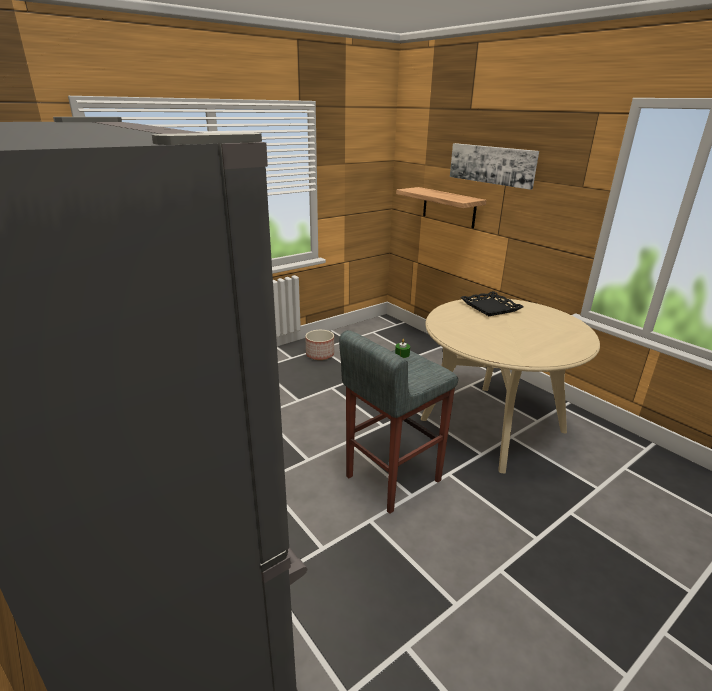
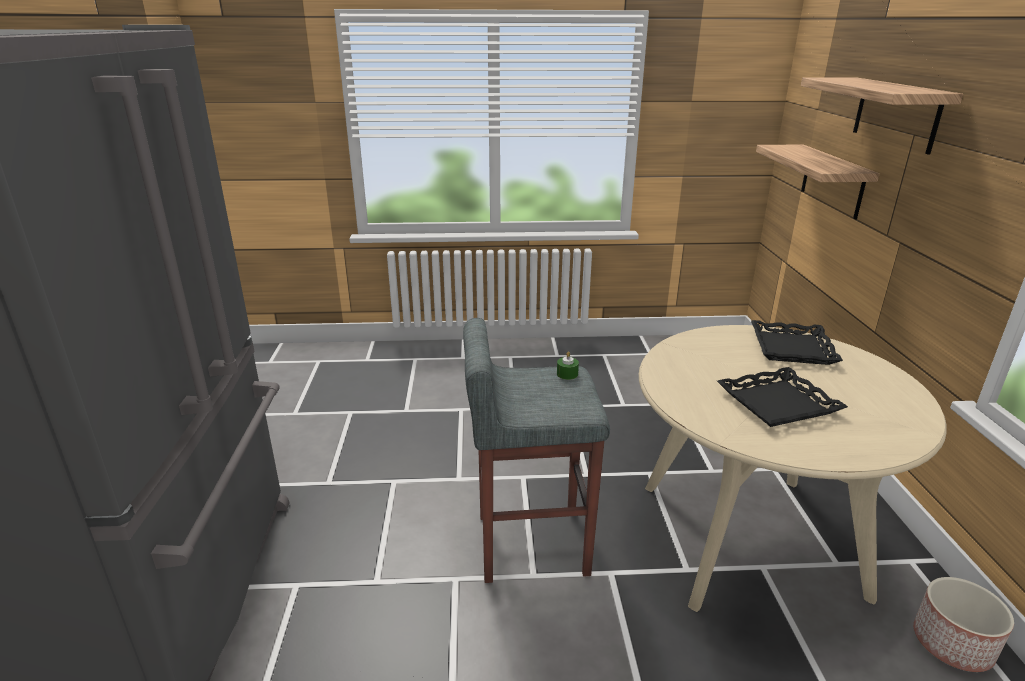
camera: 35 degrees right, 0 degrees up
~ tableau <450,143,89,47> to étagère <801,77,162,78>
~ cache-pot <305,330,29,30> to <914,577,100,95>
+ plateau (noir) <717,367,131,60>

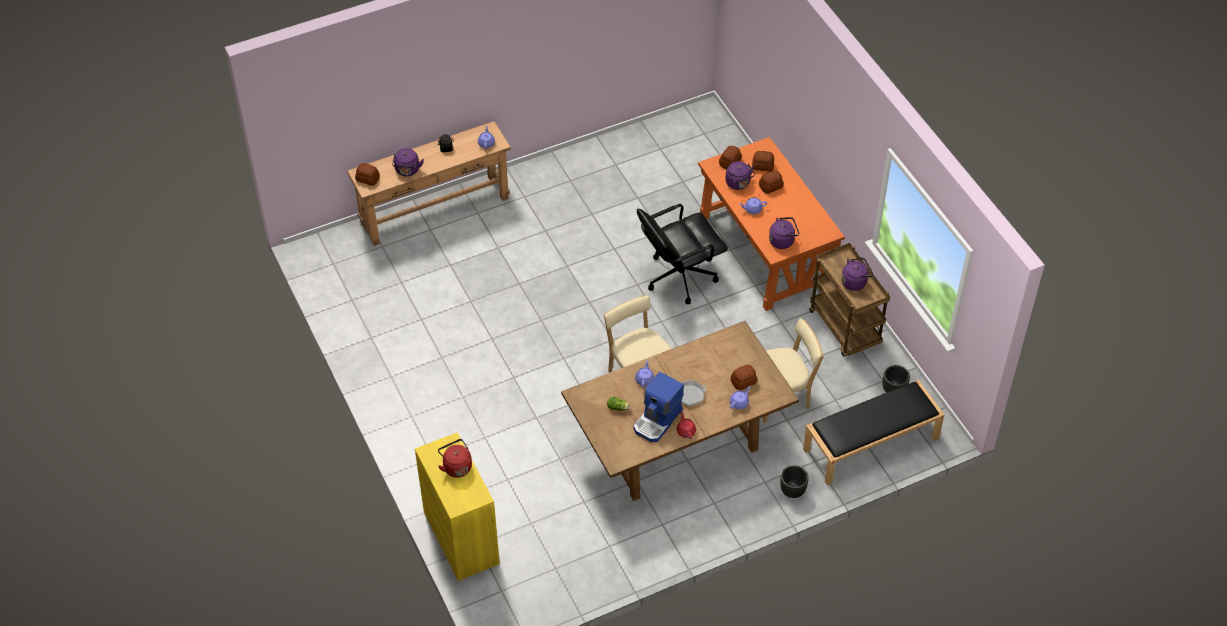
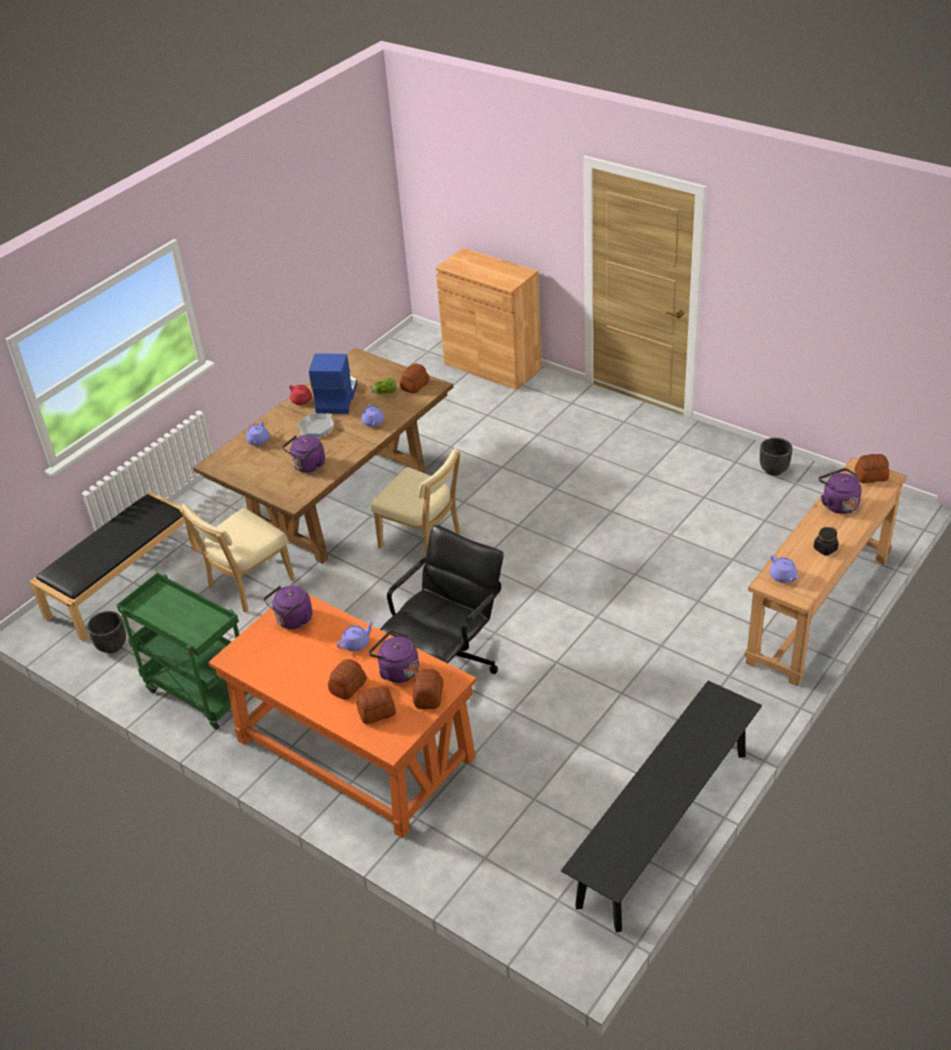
camera: 155 degrees right, 10 degrees down
~ chariot (marron) <809,243,81,114> to chariot (vert) <117,573,130,157>
~ bouilloire (violet) <841,258,32,33> to <283,435,42,38>
~ pain <730,365,27,25> to <400,364,29,29>
~ meuble de rangement (jaune) <415,432,85,149> to meuble de rangement (marron) <436,248,106,142>
- bouilloire (rouge) <438,439,34,39>
~ cache-pot (noir) <780,466,29,32> to <760,438,32,38>
+ banc (noir) <561,681,201,252>

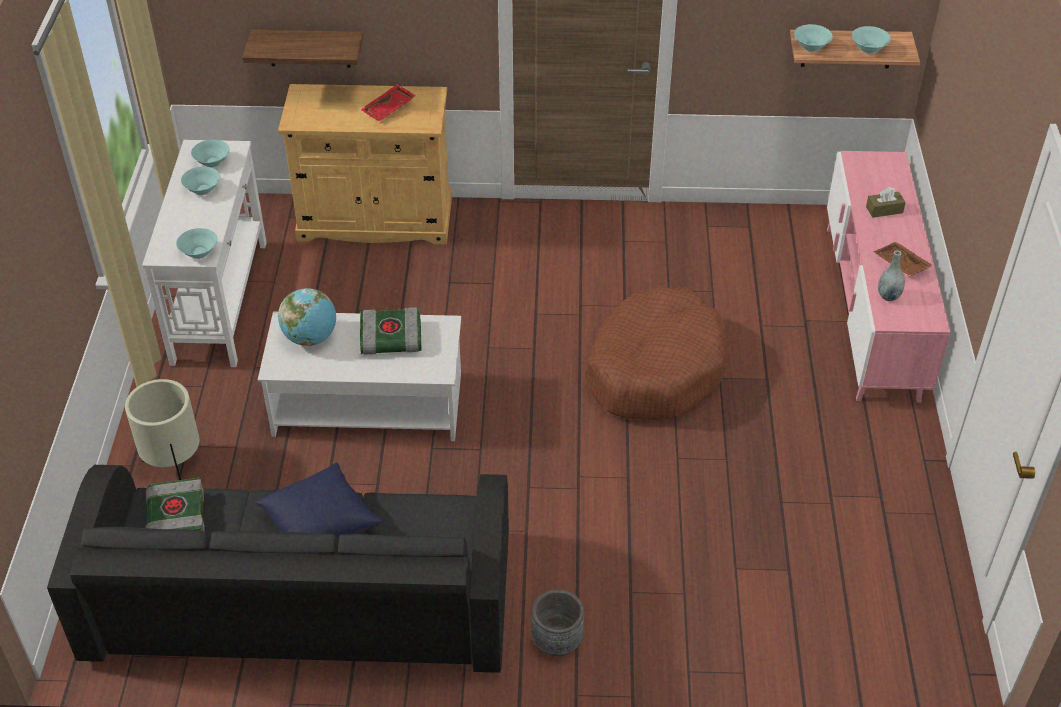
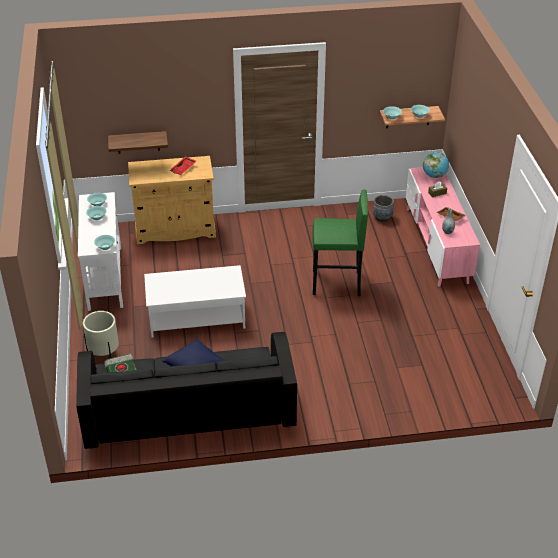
camera: 10 degrees left, 5 degrees down
~ panier pour chien (marron) <585,286,143,134> to tabouret (vert) <312,190,56,106>
~ globe <278,288,58,58> to <423,152,26,26>
- livre <360,307,62,48>
~ cache-pot (gris) <532,589,52,67> to <373,195,21,27>

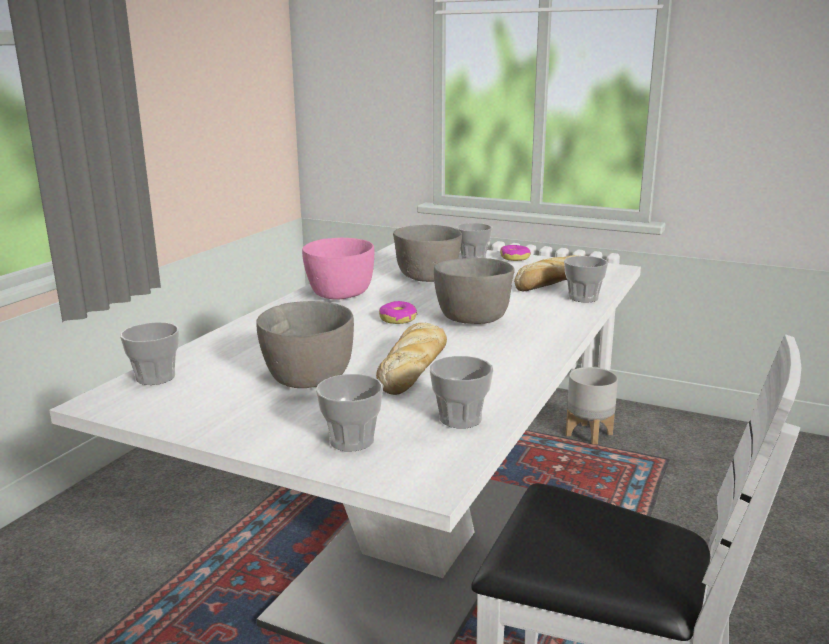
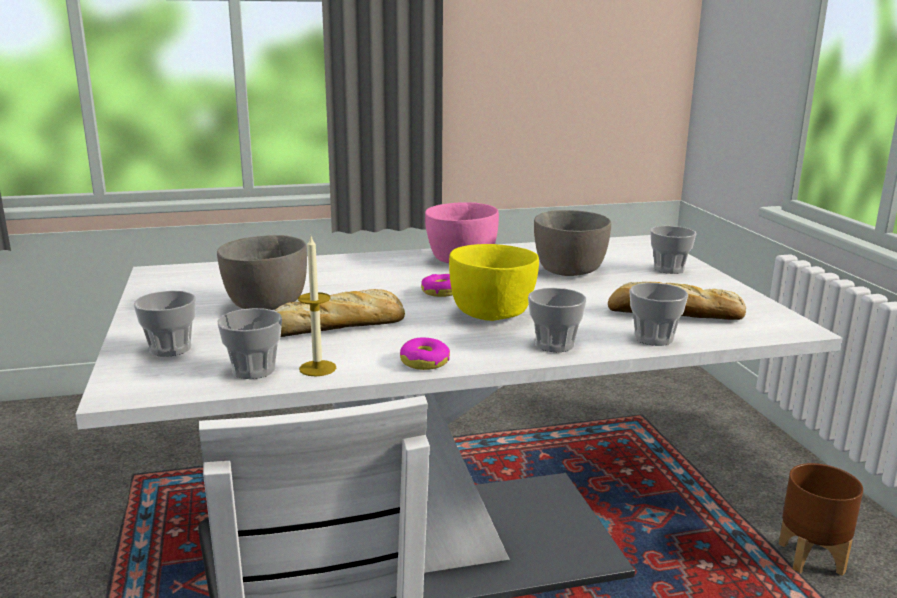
camera: 50 degrees right, 0 degrees up
~ beignet <500,245,31,16> to <400,338,50,32>
~ bol (gris) <434,258,81,66> to bol (jaune) <449,244,90,77>
~ tasse <120,322,59,63> to <528,288,58,64>
~ cache-pot (gris) <566,367,52,78> to cache-pot (marron) <778,463,85,113>
+ bougie <298,236,38,140>

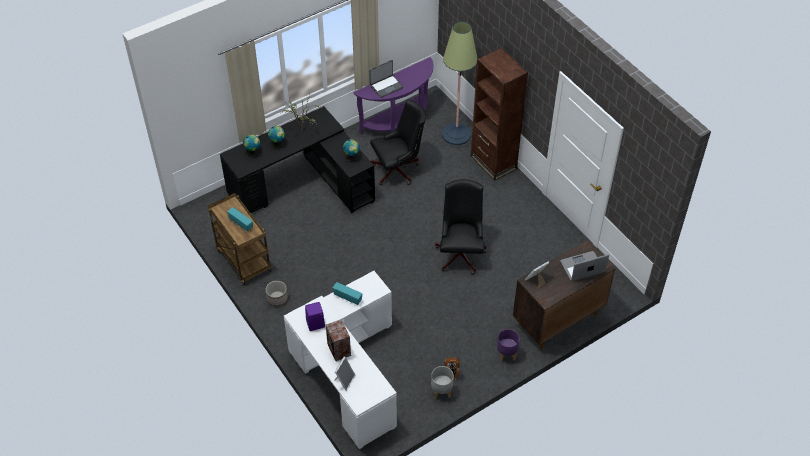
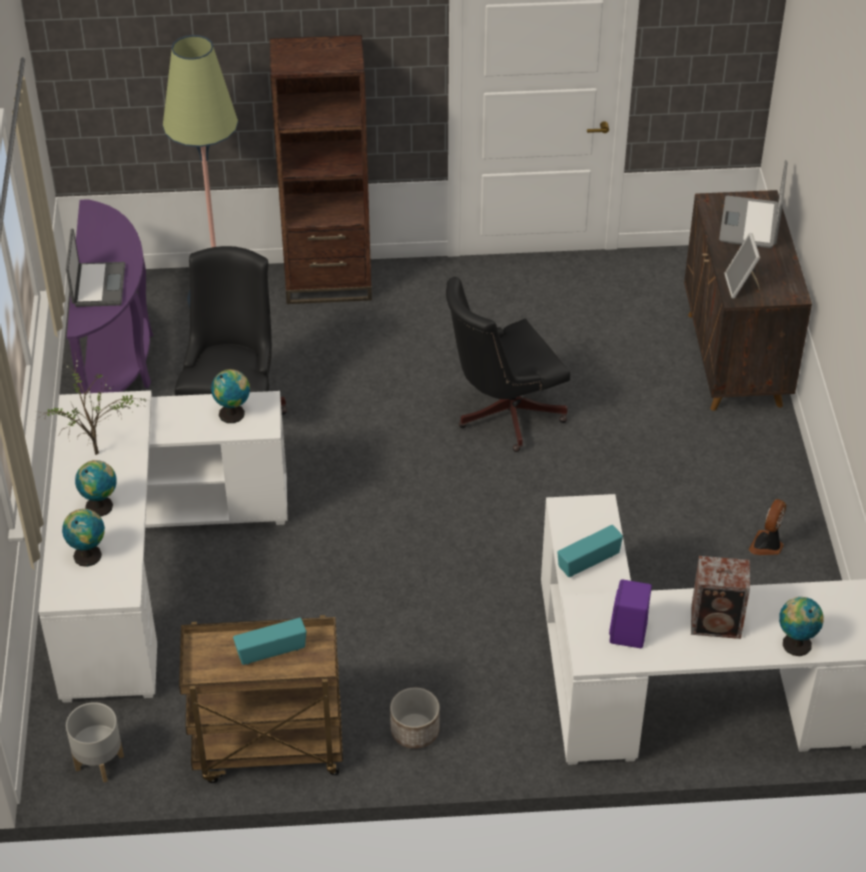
camera: 60 degrees left, 5 degrees down
~ bureau (noir) <220,106,155,107> to bureau (blanc) <38,390,250,313>
~ chaise de bureau (noir) <435,179,52,96> = <446,277,124,175> 60 degrees counterclockwise
- cache-pot (violet) <497,329,23,33>
~ cadre photo <335,356,21,35> to globe <779,597,44,59>
~ cache-pot (gris) <431,366,23,33> to <66,702,58,80>

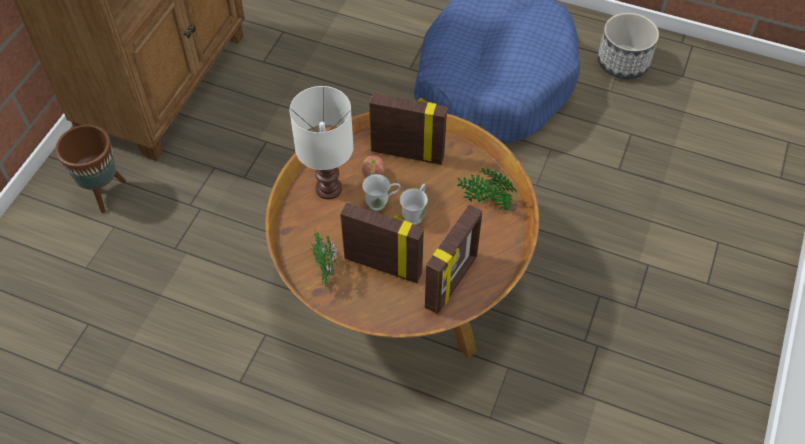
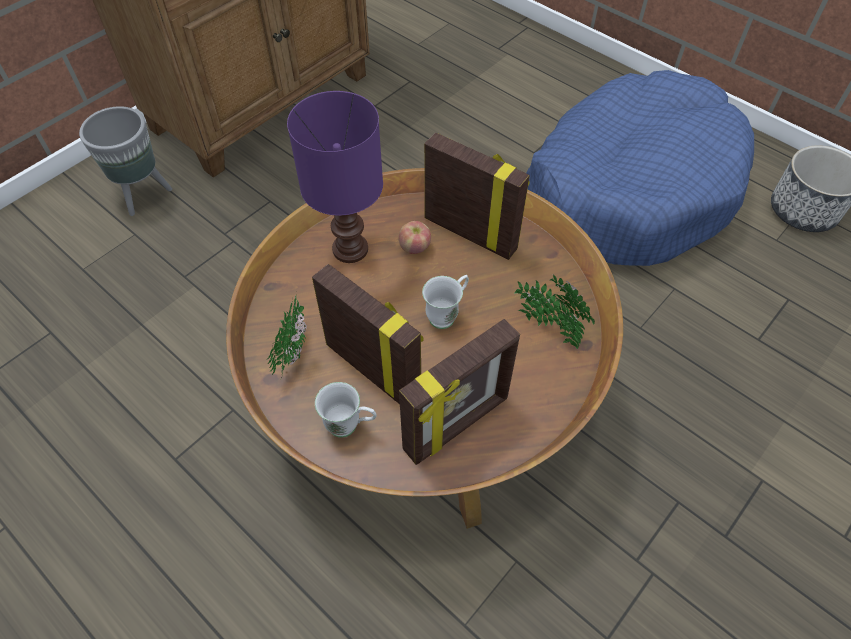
camera: 20 degrees right, 0 degrees up
~ lampe de table (blanc) <289,86,65,113> to lampe de table (violet) <287,91,96,172>
~ cache-pot (marron) <55,125,71,88> to cache-pot (gris) <79,106,93,110>
~ mug (blanc) <362,174,39,37> to <315,382,62,56>

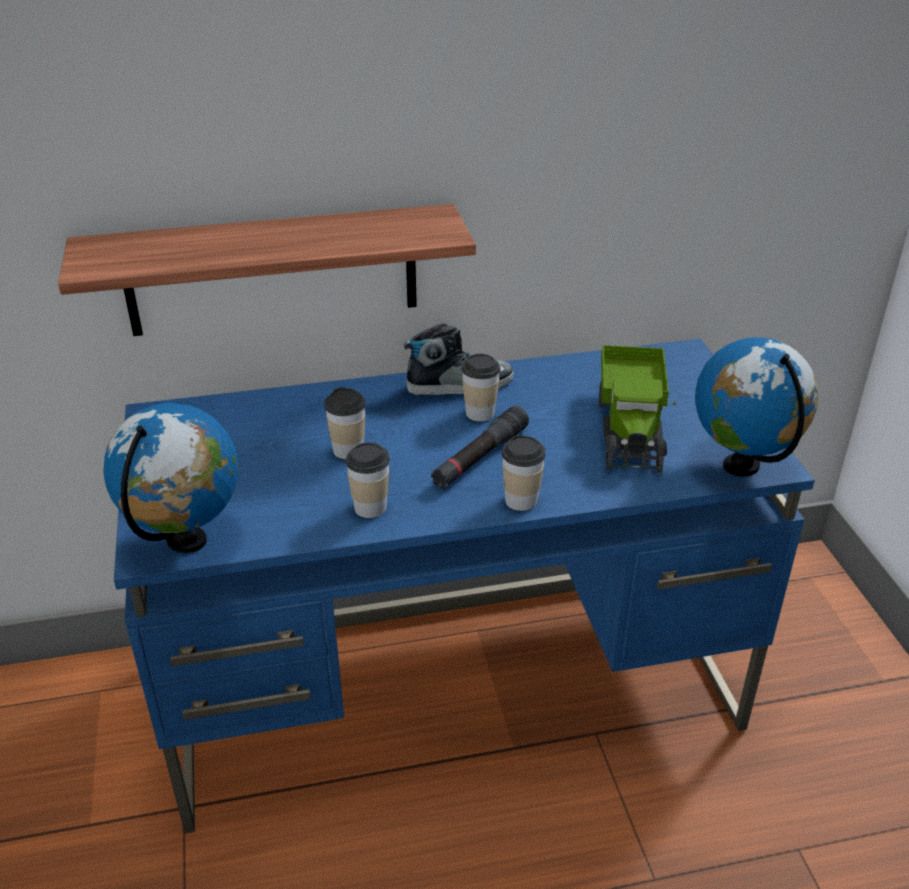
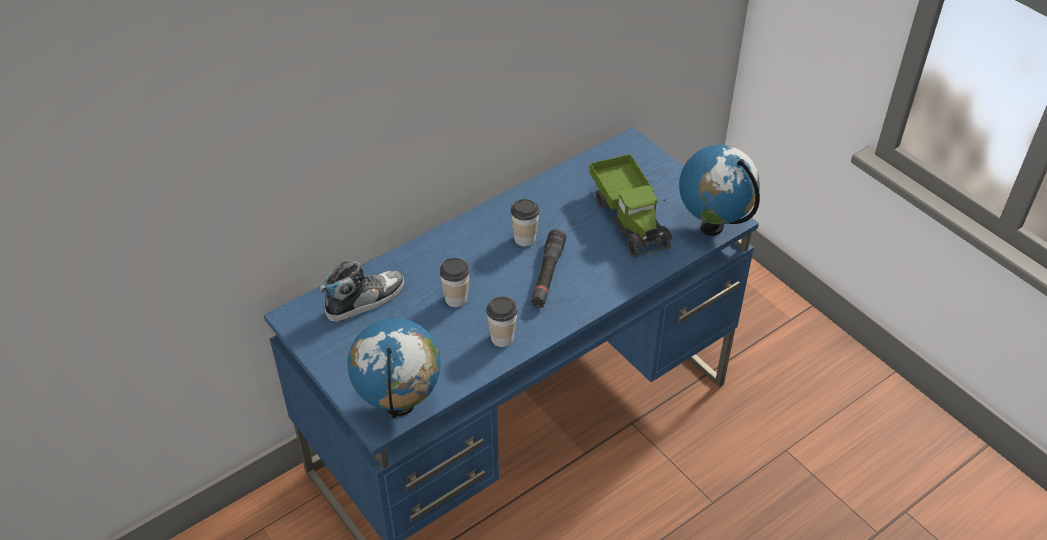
camera: 25 degrees left, 10 degrees up
- étagère <58,204,418,132>
~ chaussure <404,323,109,72> to <319,260,86,62>
- tasse <502,435,44,76>

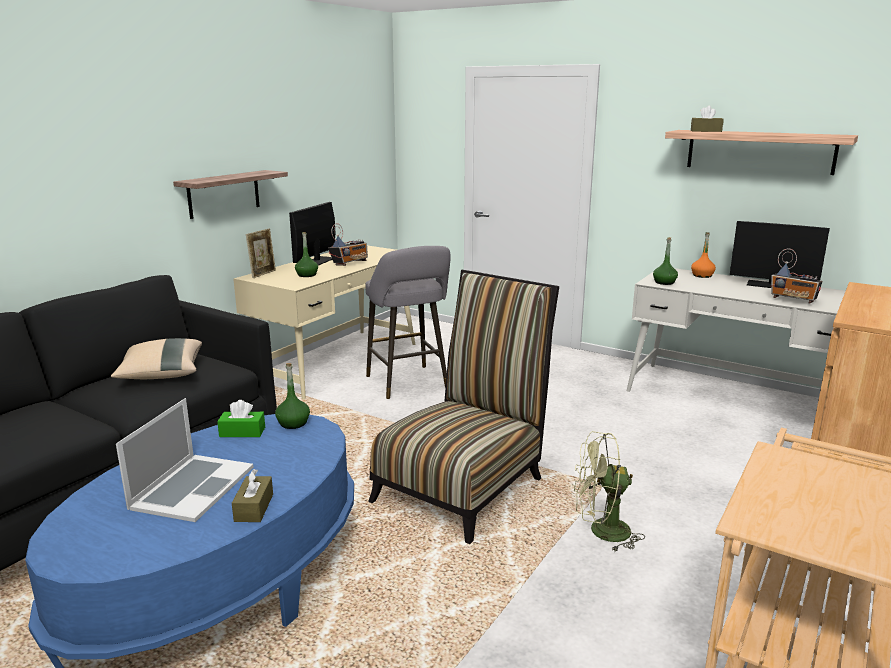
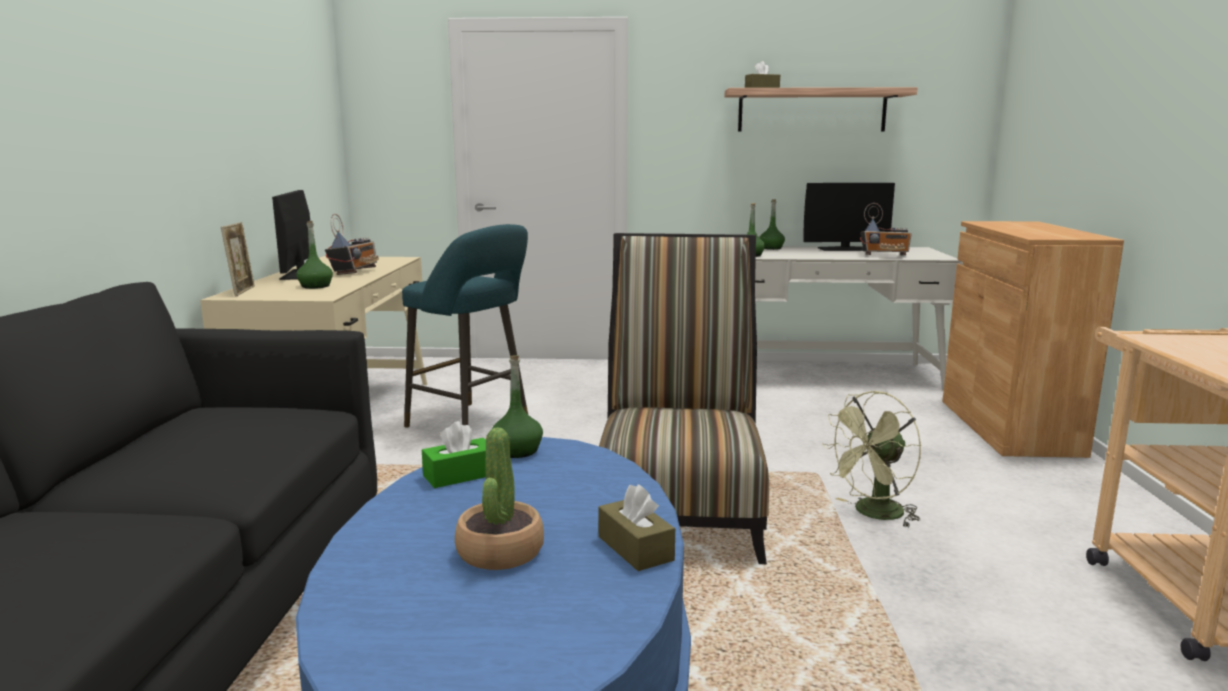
camera: 30 degrees left, 5 degrees down
- étagère <173,170,115,49>
~ bouteille (orange) <691,232,25,46> to bouteille (vert) <759,199,26,51>
~ tabouret (gris) <365,246,86,153> to tabouret (turquoise) <402,224,126,204>
- coussin (beige) <111,338,91,41>
~ ordinateur portable <116,398,138,124> to plante en pot <455,427,89,143>

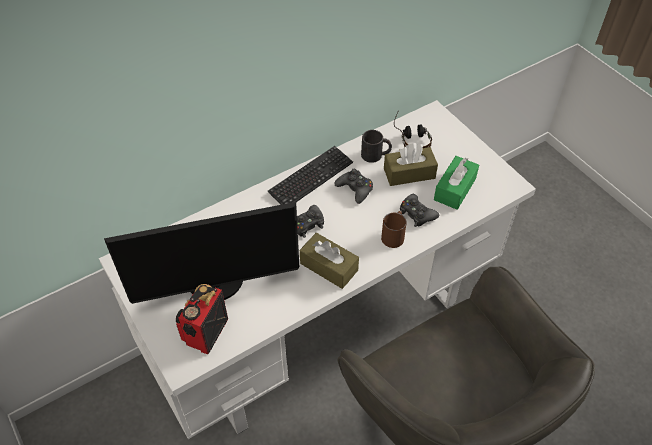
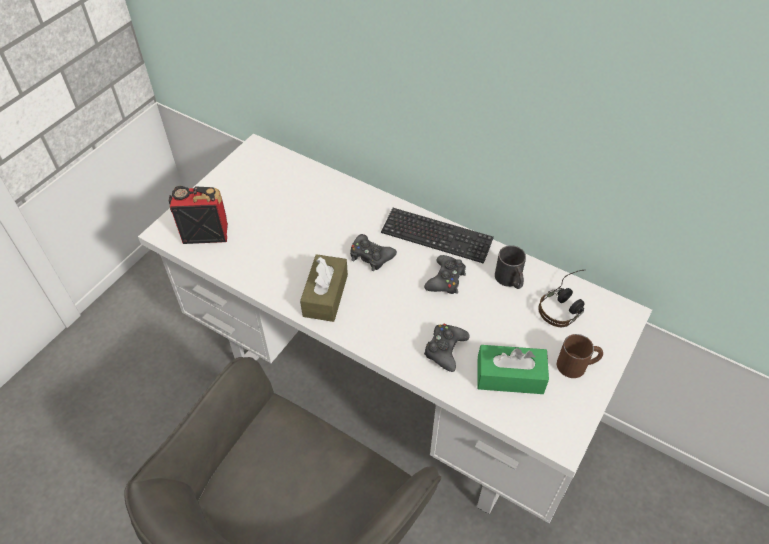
camera: 65 degrees right, 0 degrees up
- boîte à mouchoirs (marron) <384,143,54,43>
- écran d'ordinateur <104,202,195,102>
~ mug (marron) <381,211,26,37> to <557,334,46,44>

